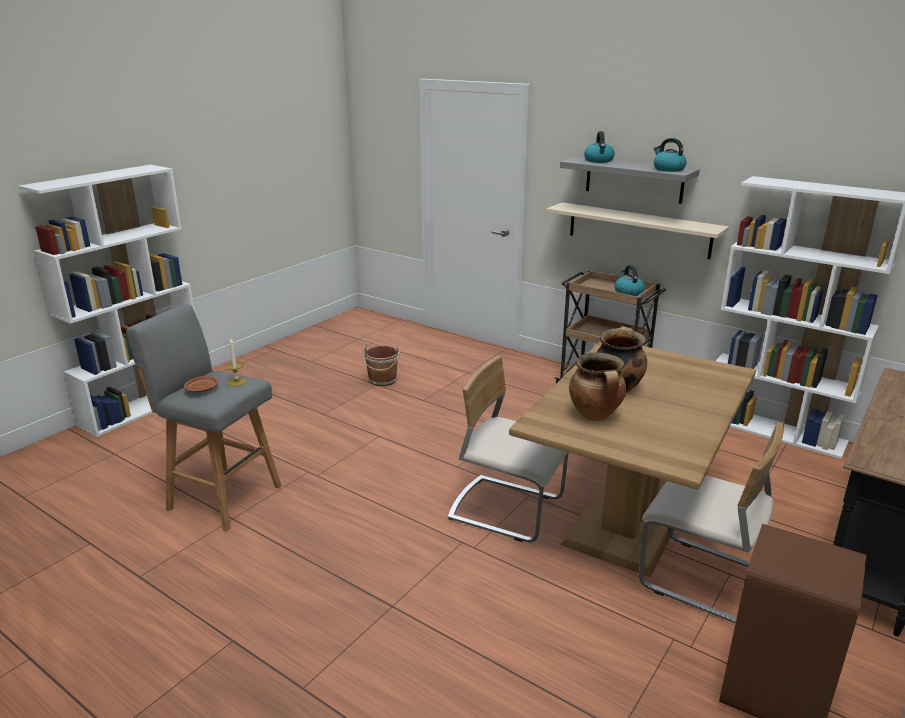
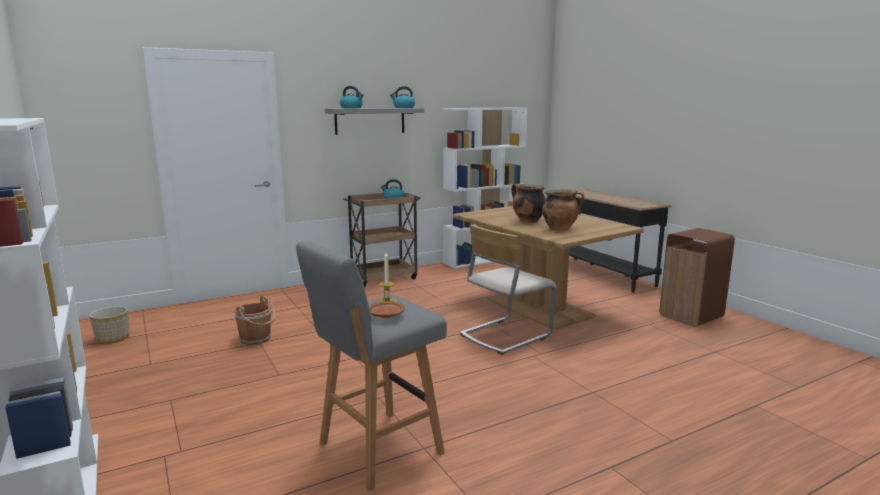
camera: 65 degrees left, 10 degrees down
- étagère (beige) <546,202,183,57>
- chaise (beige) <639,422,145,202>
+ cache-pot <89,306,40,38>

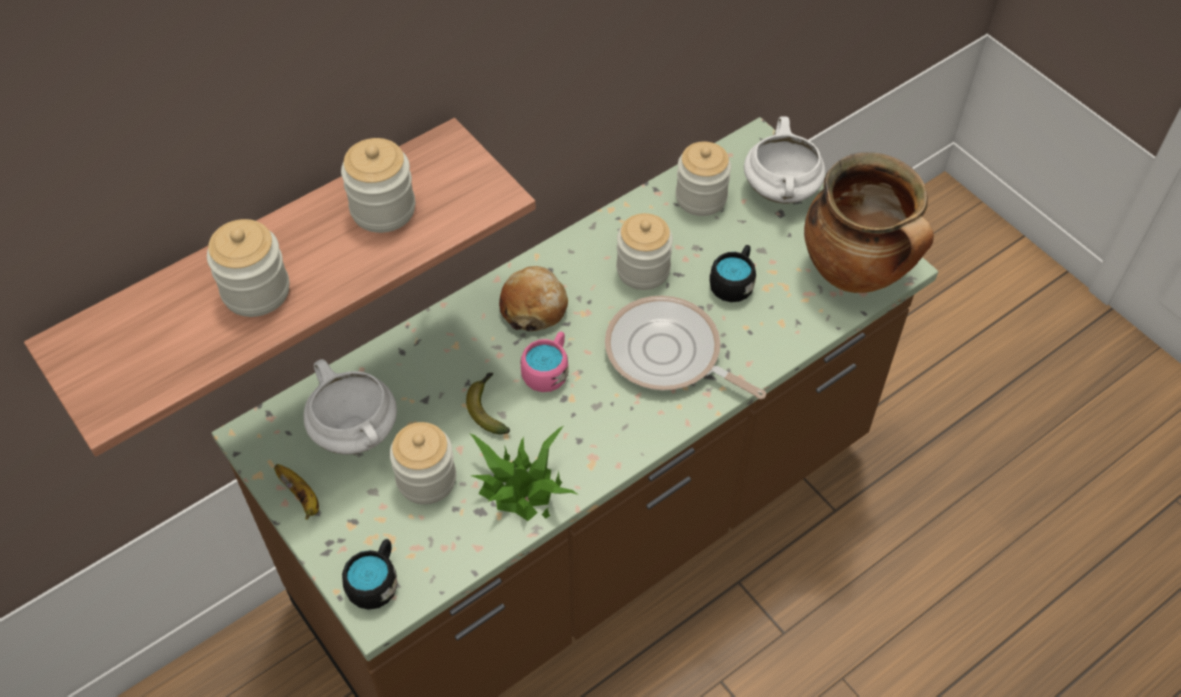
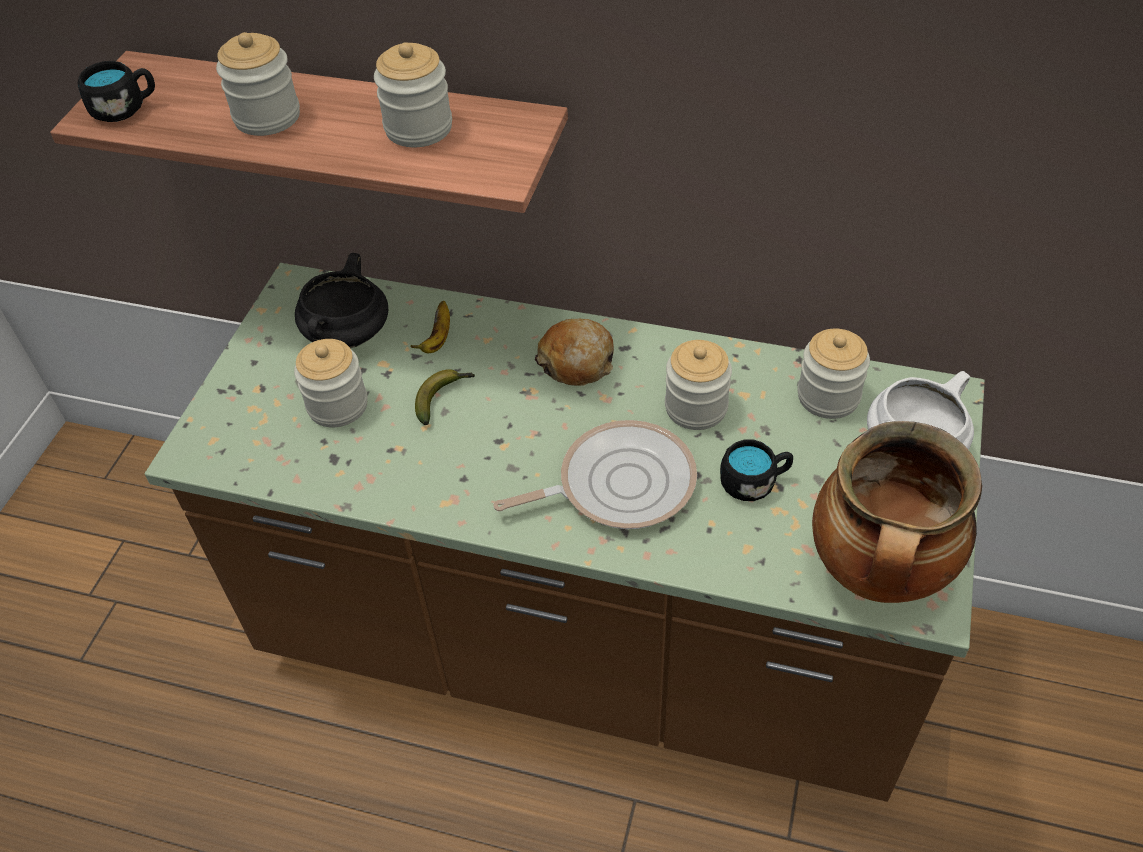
camera: 55 degrees right, 5 degrees down
~ poêle <605,295,161,104> = <493,420,204,109> 75 degrees clockwise
- mug (rose) <521,331,48,61>
~ marmite (blanc) <303,359,94,96> to marmite (noir) <295,253,93,95>
- plante en pot <469,426,109,95>
~ banane <274,464,45,56> to <410,301,40,52>
~ mug (noir) <342,539,55,71> to <77,61,78,61>

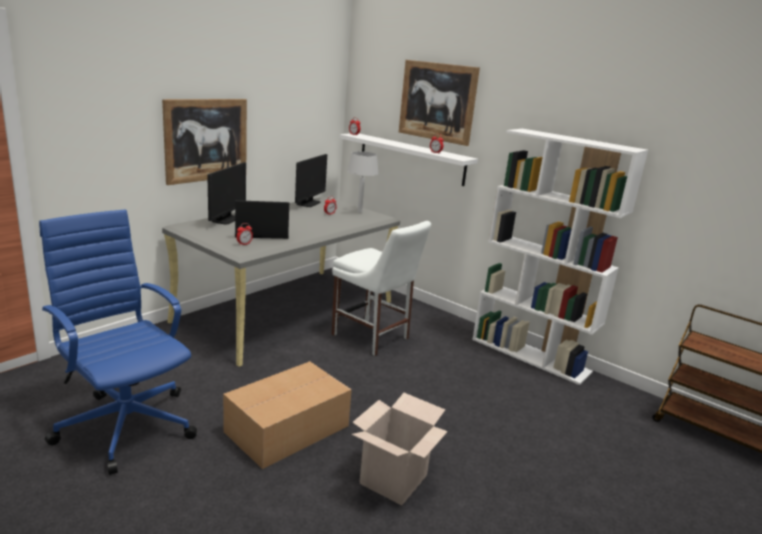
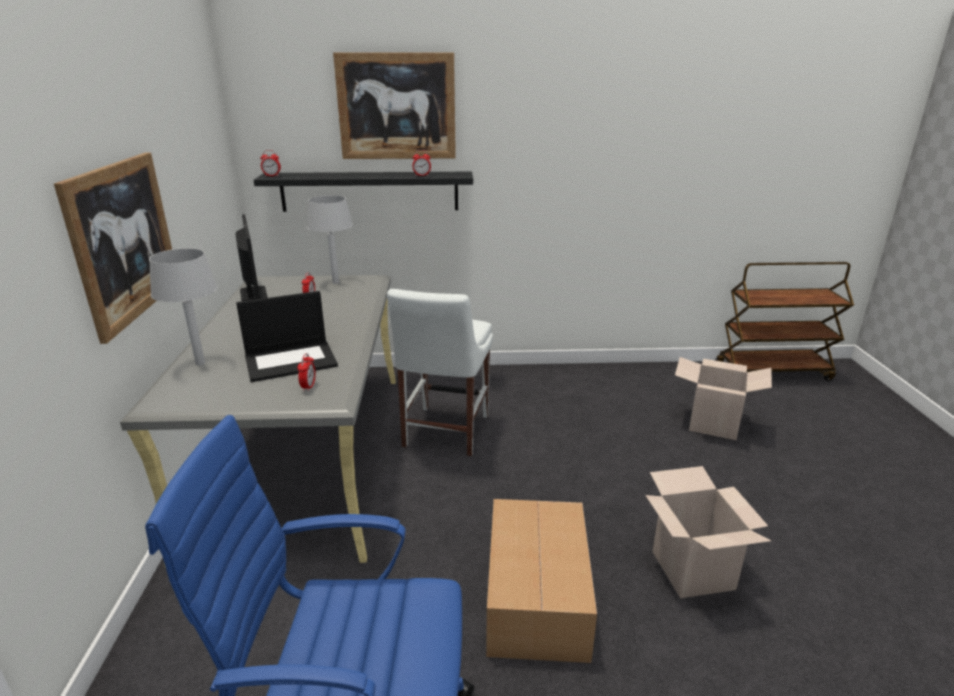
camera: 40 degrees left, 5 degrees up
- bibliothèque (blanc) <472,129,176,256>
~ étagère (blanc) <340,133,138,53> to étagère (noir) <254,172,219,40>
~ écran d'ordinateur <207,162,39,62> to lampe de table (gris) <149,248,69,118>
~ ordinateur portable <235,200,54,39> = <236,291,102,91> 150 degrees counterclockwise
~ chaise (blanc) <332,221,99,135> = <387,289,106,167> 105 degrees clockwise
+ carton <675,357,97,83>

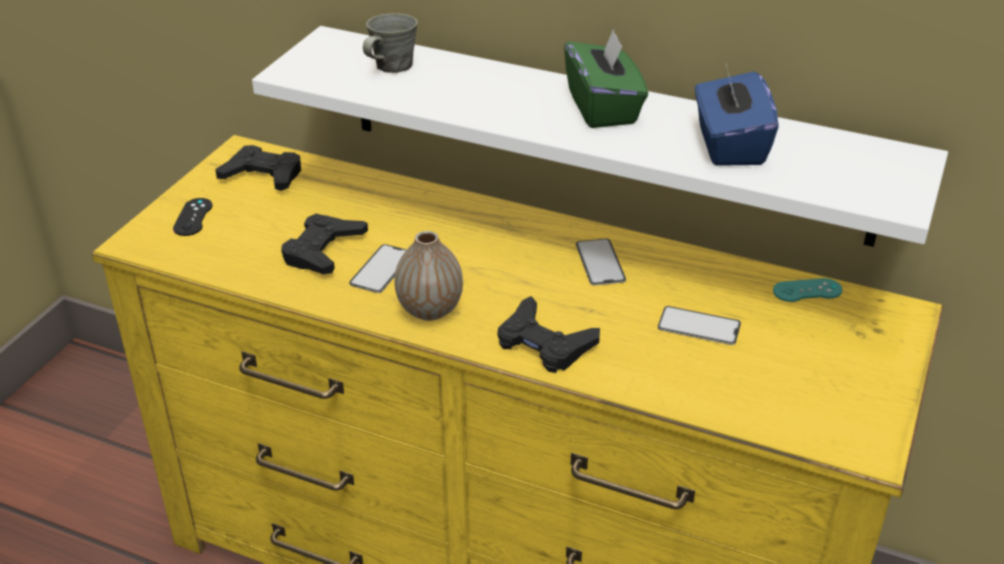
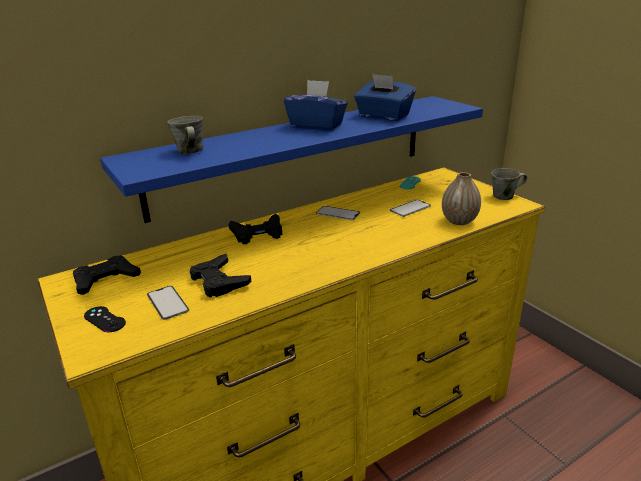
camera: 55 degrees left, 10 degrees down
~ étagère (blanc) <252,26,696,221> to étagère (bleu) <100,96,383,127>
~ boîte à mouchoirs (vert) <564,28,84,100> to boîte à mouchoirs (bleu) <284,80,64,50>
~ vase <395,231,68,90> to <442,172,39,53>
~ téléphone <349,244,57,49> to <147,286,42,34>
~ manette (noir) <497,296,103,77> to <228,213,54,31>
+ mug (gris) <491,168,36,32>

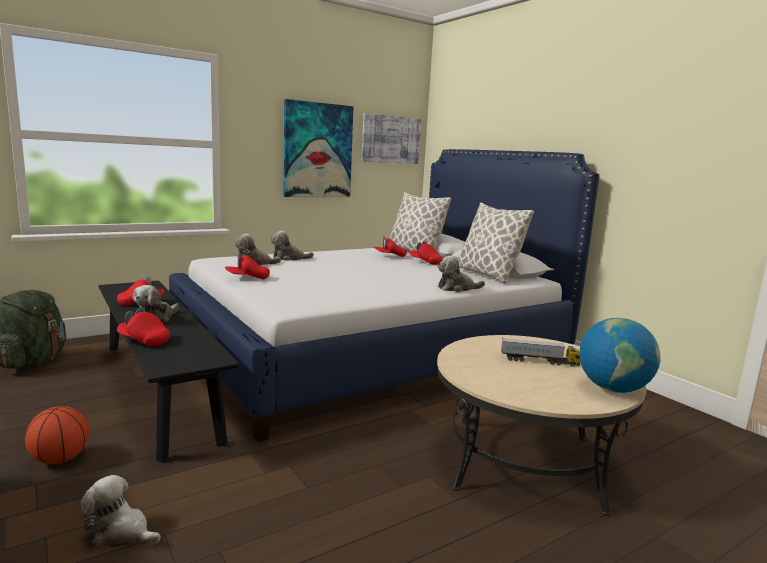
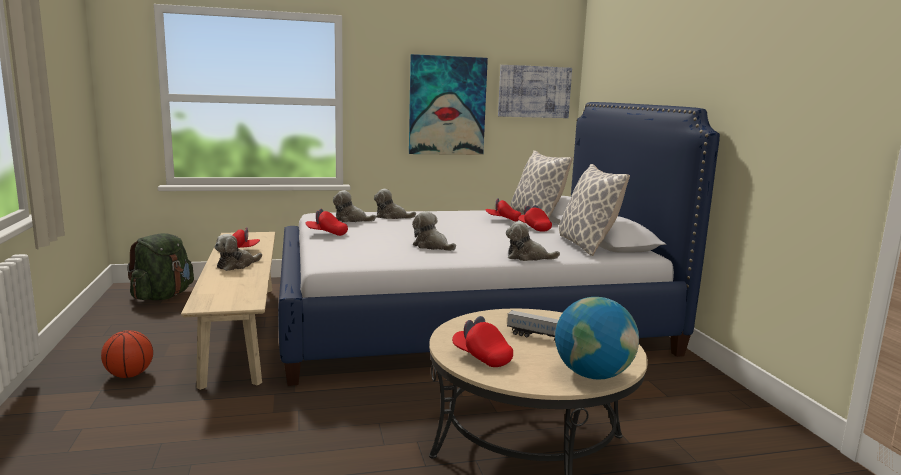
camera: 20 degrees right, 0 degrees up
~ banc (noir) <98,280,141,182> to banc (beige) <181,232,94,158>
~ casquette (rouge) <117,308,53,38> to <452,316,61,51>
~ peluche <81,475,80,73> to <412,211,44,40>

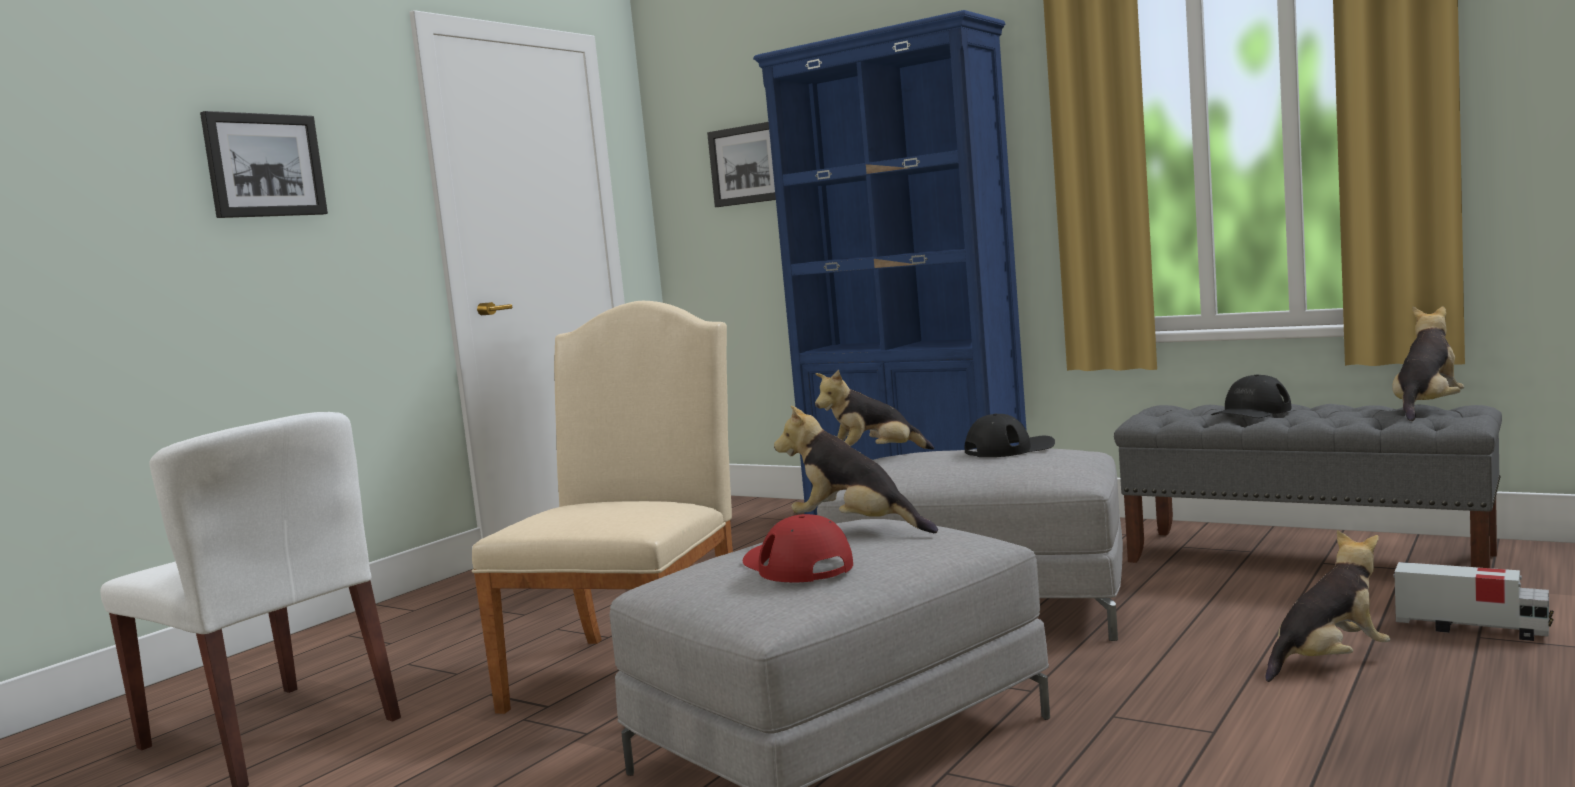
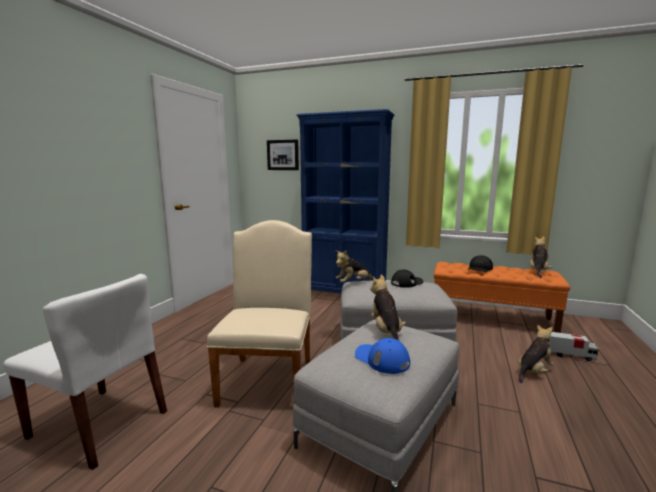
camera: 15 degrees left, 5 degrees up
- tableau <200,111,128,107>
~ banc (gris) <1114,404,388,164> to banc (orange) <434,262,136,71>
~ peluche <774,406,164,127> = <370,274,36,67> 60 degrees clockwise
~ casquette (rouge) <743,514,110,68> to casquette (bleu) <355,338,55,36>

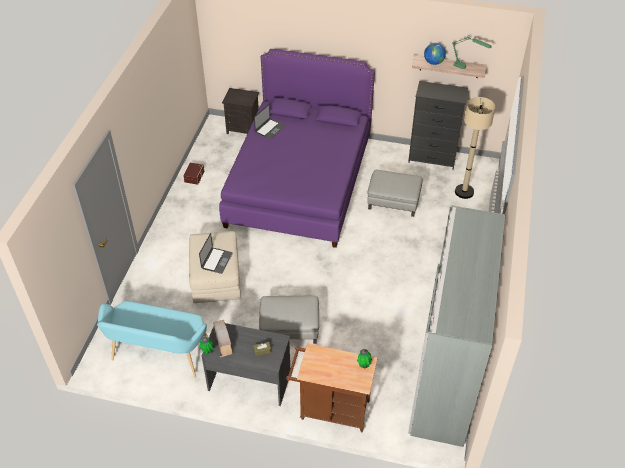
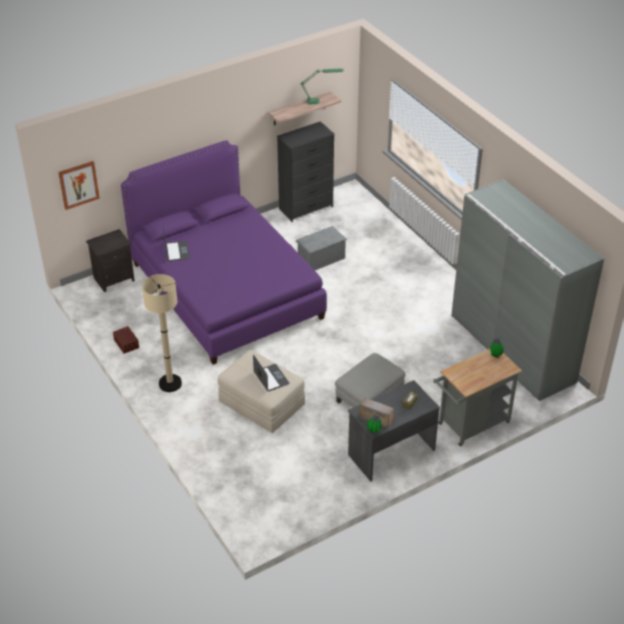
camera: 45 degrees left, 5 degrees down
- globe <424,43,22,22>
~ lampadaire (beige) <455,97,40,102> to <142,274,40,118>
~ pouf (gris) <367,170,56,47> to boîte de rangement (gris) <296,226,51,44>
- banc (turquoise) <97,301,112,77>
~ chariot (marron) <286,344,92,88> to chariot (gris) <433,349,89,98>
+ tableau <58,161,42,49>

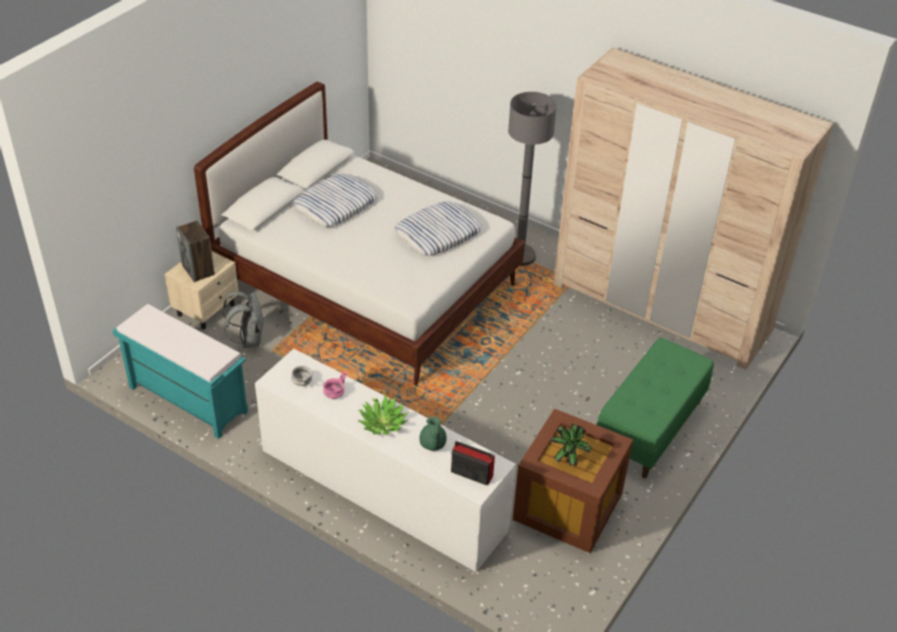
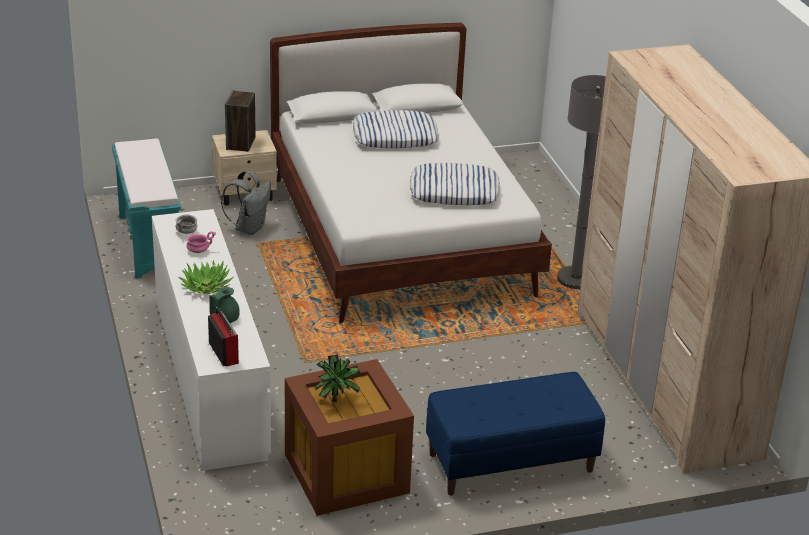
camera: 40 degrees right, 10 degrees down
~ banc (vert) <597,337,117,141> to banc (bleu) <426,372,179,123>

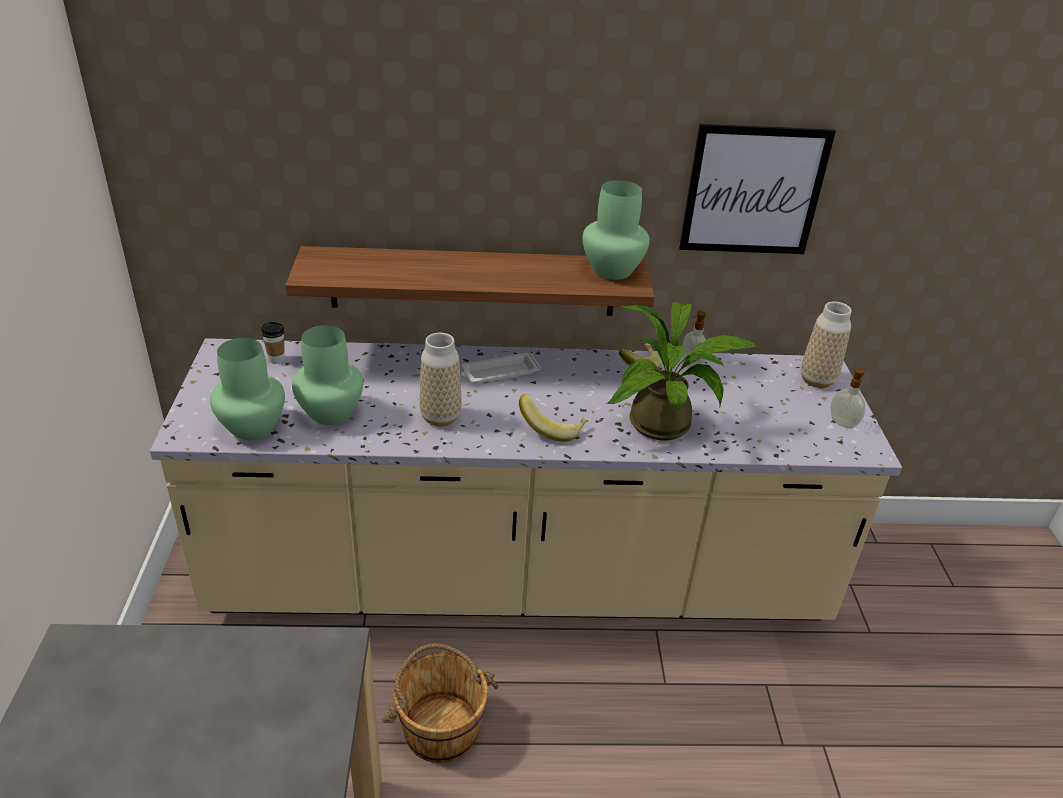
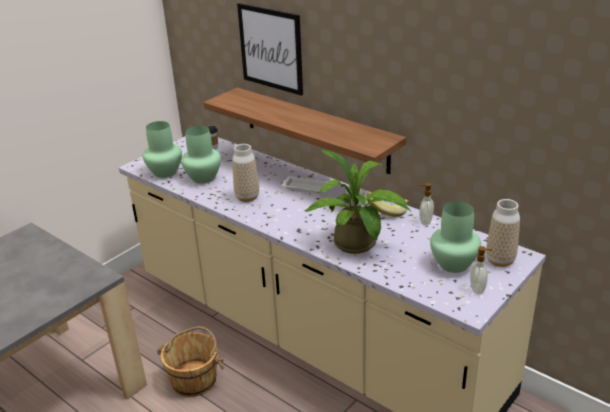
camera: 45 degrees right, 5 degrees down
~ tableau <679,124,157,130> to <237,3,66,93>
~ vase (vert) <582,180,68,100> to <430,201,51,72>
- banane <519,394,70,48>

